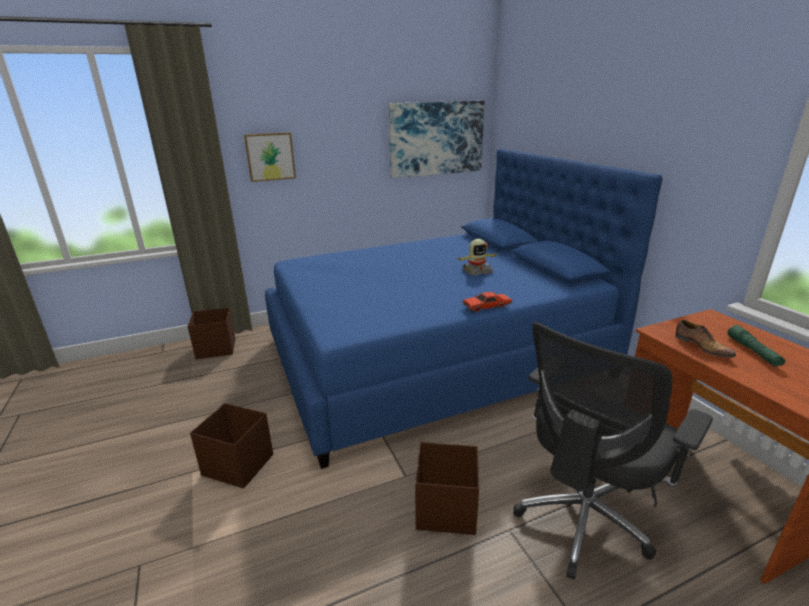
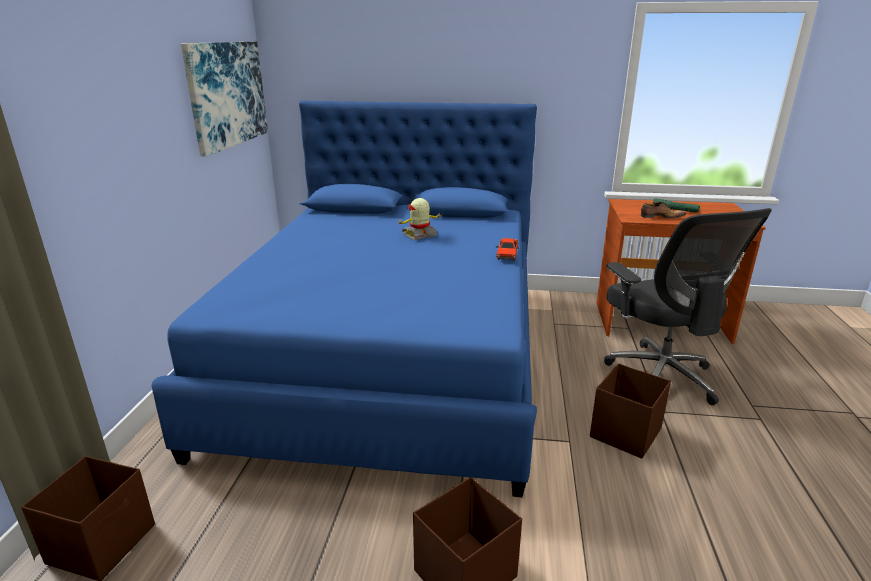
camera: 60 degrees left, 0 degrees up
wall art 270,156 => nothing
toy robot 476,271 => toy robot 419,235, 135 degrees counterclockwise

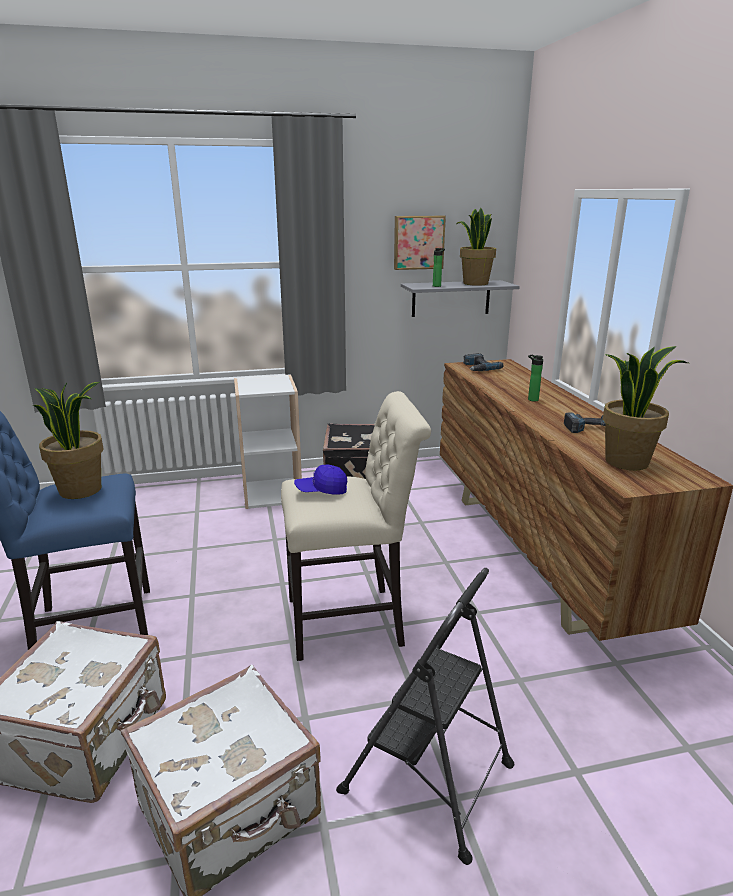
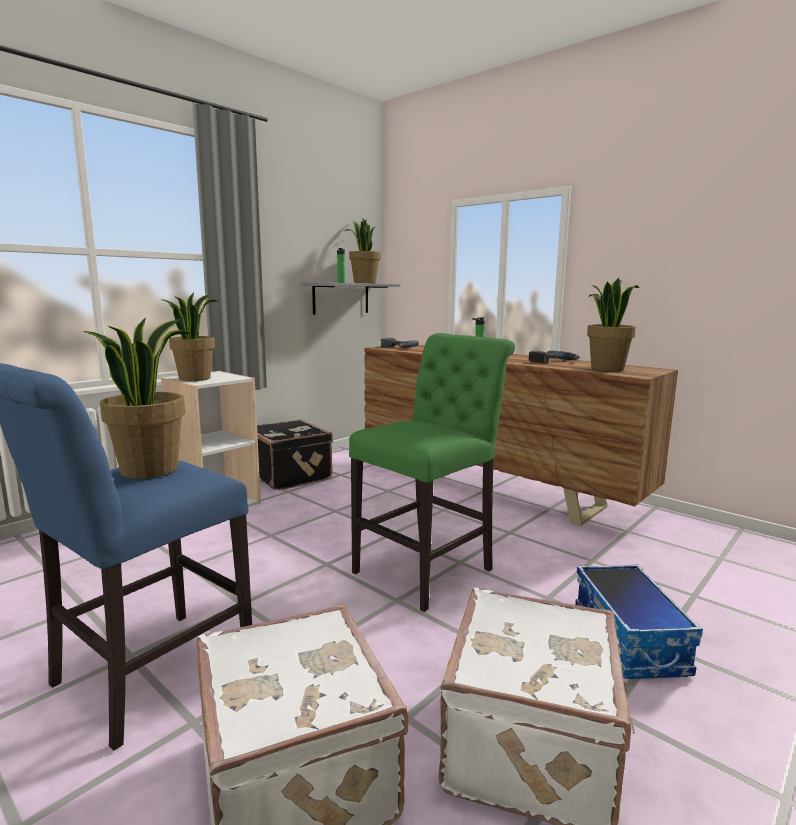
camera: 35 degrees left, 10 degrees down
wall art 418,242 => nothing
stool/beige-coloured 352,622 => stool/greenish 429,569
cap/blue-coloured 321,490 => nothing
stepladder/blackish 431,779 => storage box 630,640
nothing => plant in a pot 195,378

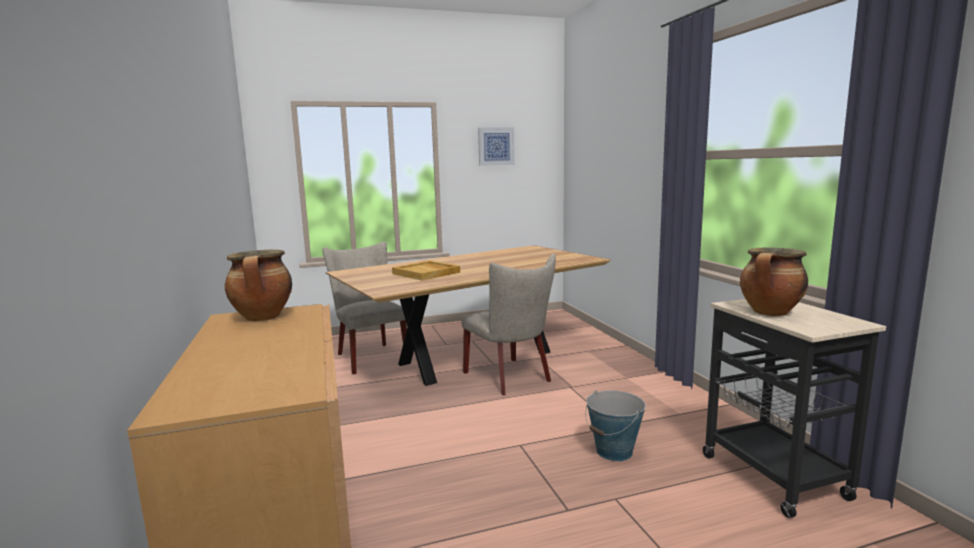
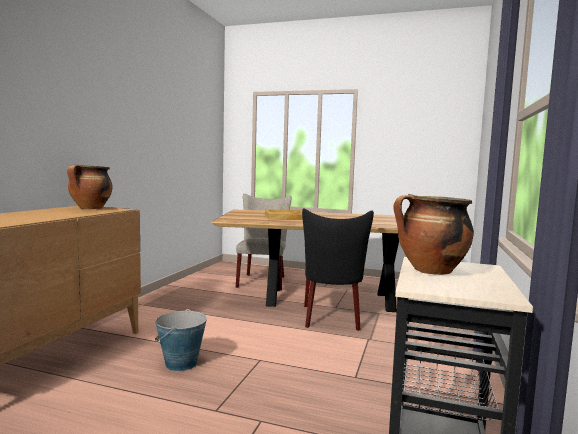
camera: 35 degrees right, 5 degrees down
wall art 496,146 => nothing
upright chair/beige-coloured 511,378 => upright chair/blackish 332,319
water bucket 614,451 => water bucket 181,363, relocated

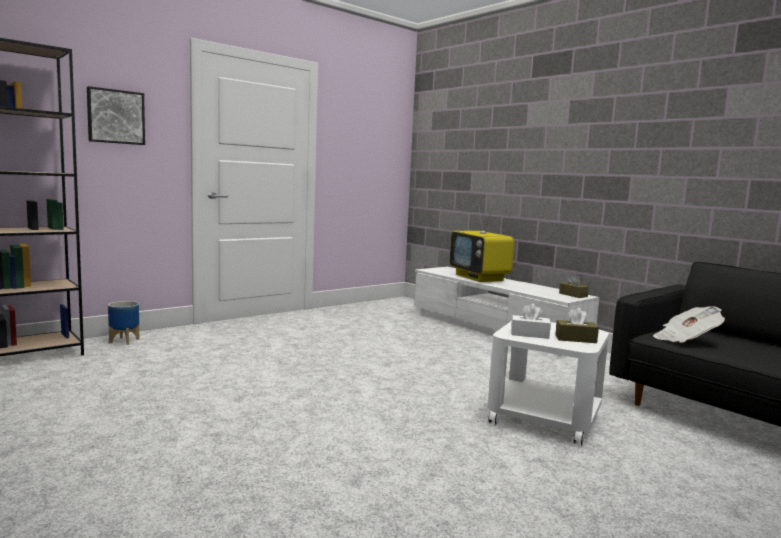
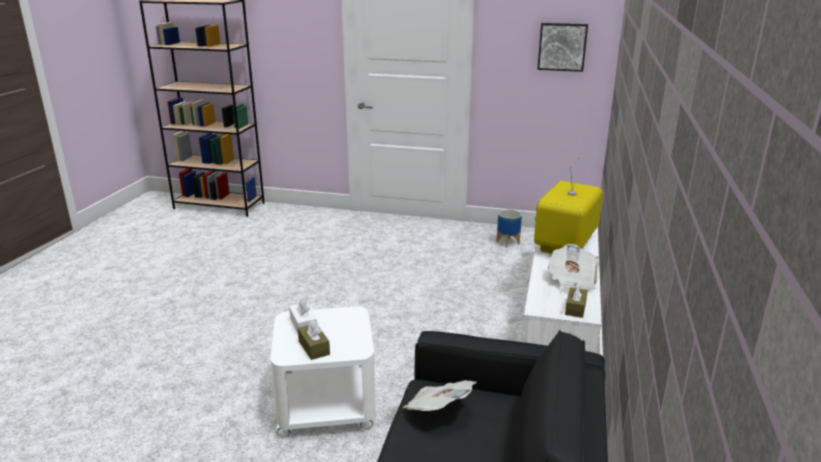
camera: 55 degrees right, 15 degrees up
wall art 115,116 => wall art 562,46, relocated
flower pot 124,341 => flower pot 508,242, relocated
nothing => daily paper 572,282

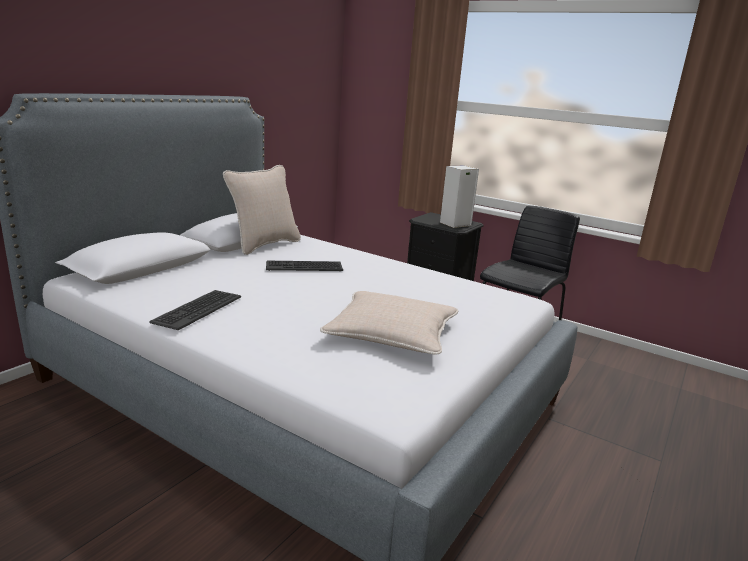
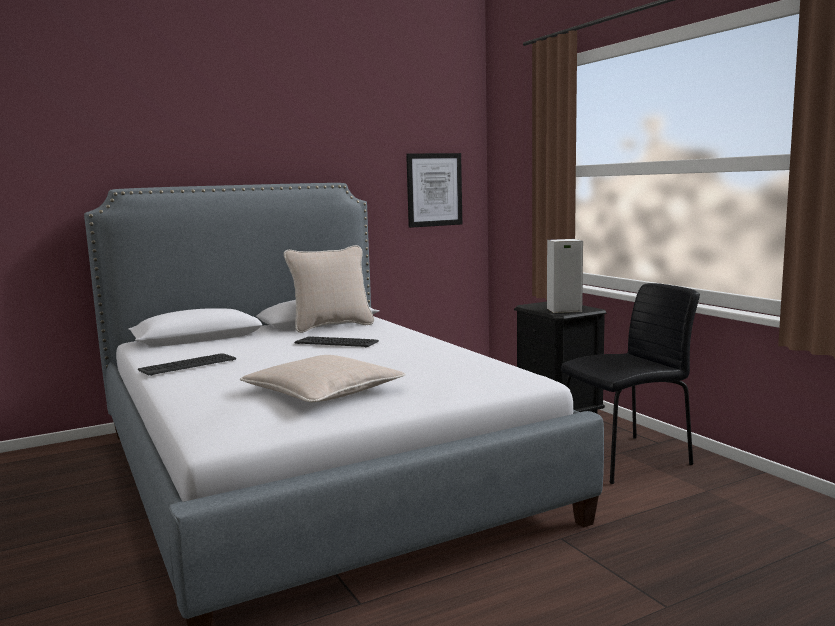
camera: 30 degrees right, 10 degrees down
nothing => wall art 434,190

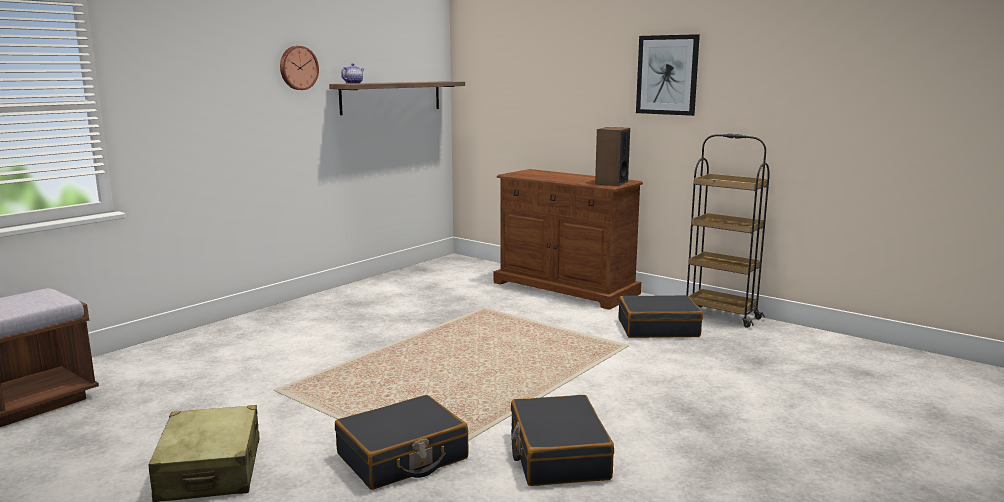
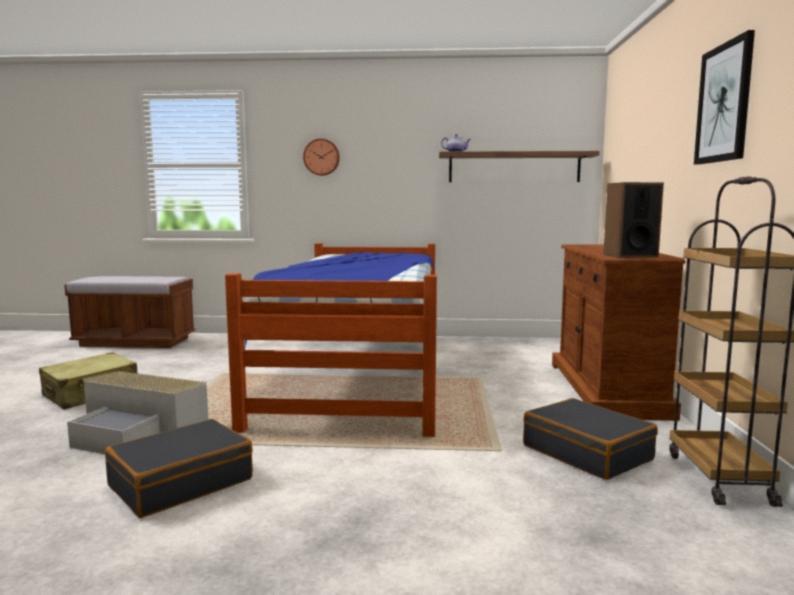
camera: 55 degrees right, 5 degrees down
wall clock 298,68 => wall clock 321,157, relocated
suitcase/blackish 402,457 => storage box/grey 139,431
nothing => bed 357,372

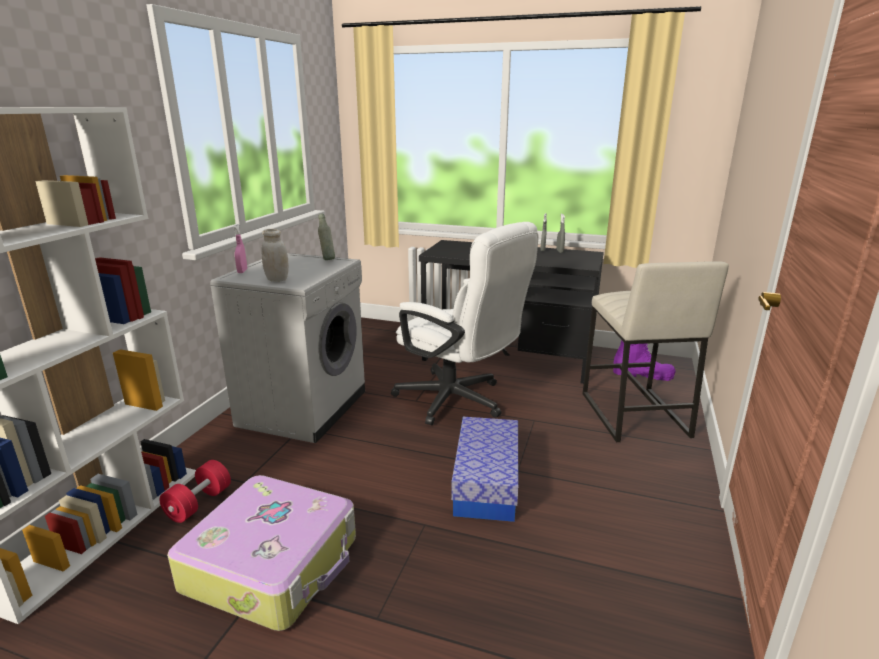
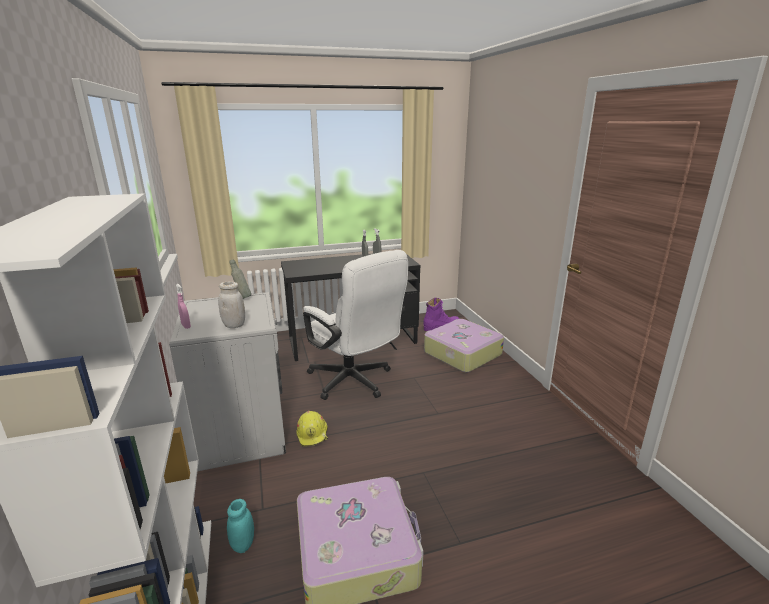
camera: 35 degrees left, 0 degrees up
computer chair/white 459,402 => computer chair/white 355,382, 45 degrees clockwise
stool/beige-coloured 634,414 => suitcase 461,353
storage box 486,483 => nothing
dumbbell/red-coloured 199,503 => jar/blue-green 243,544
nothing => work helmet/yellowish 313,434

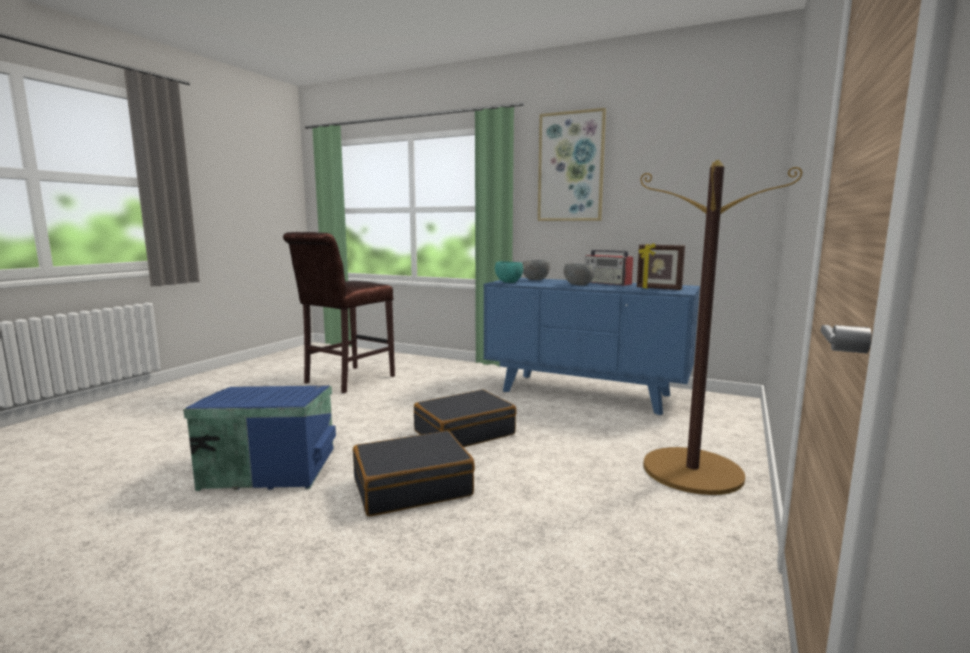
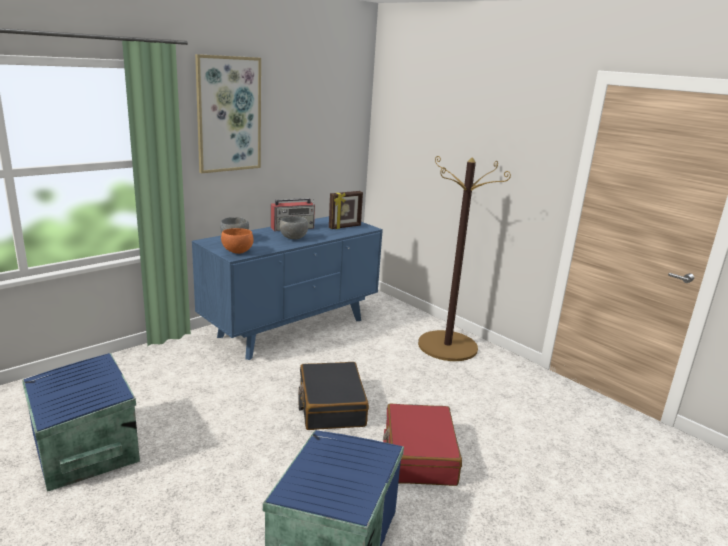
camera: 70 degrees left, 10 degrees up
stool/brownish 345,380 => storage box/blue-coloured 83,448
serving bowl/blue-green 508,282 => serving bowl/orangey 237,252
suitcase/blackish 412,487 => suitcase/red-coloured 418,455

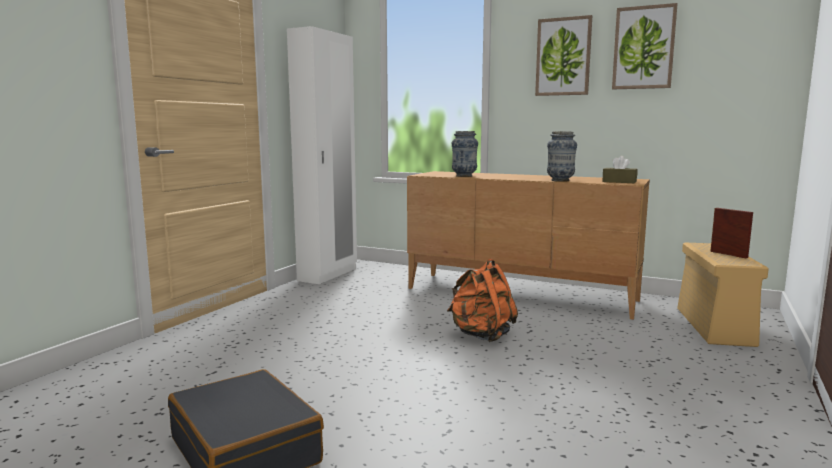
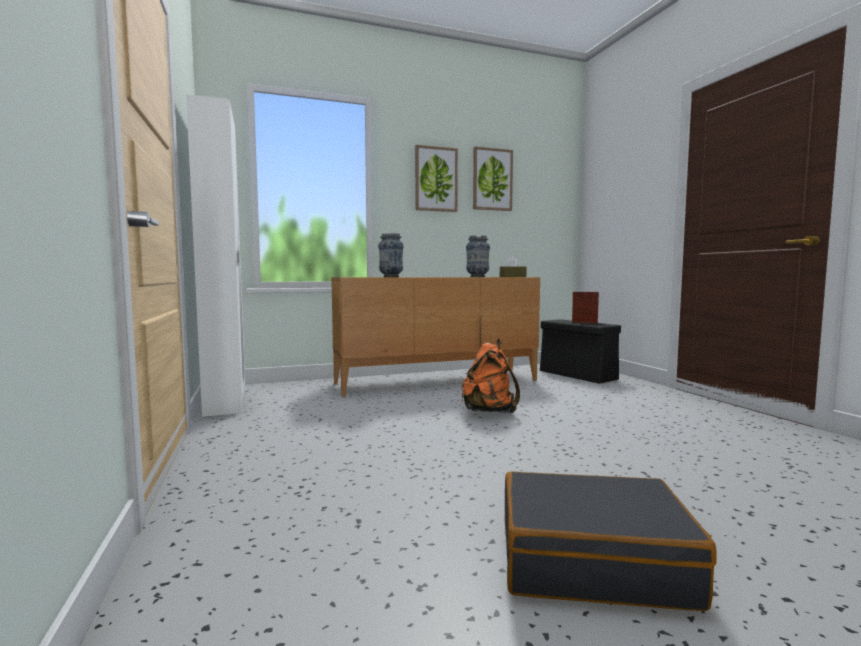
camera: 45 degrees left, 5 degrees down
storage box/beige-coloured 713,326 => storage box/blackish 576,374

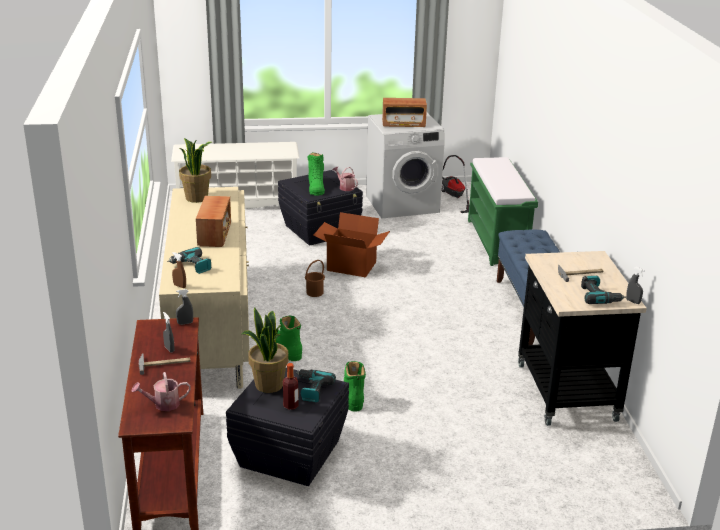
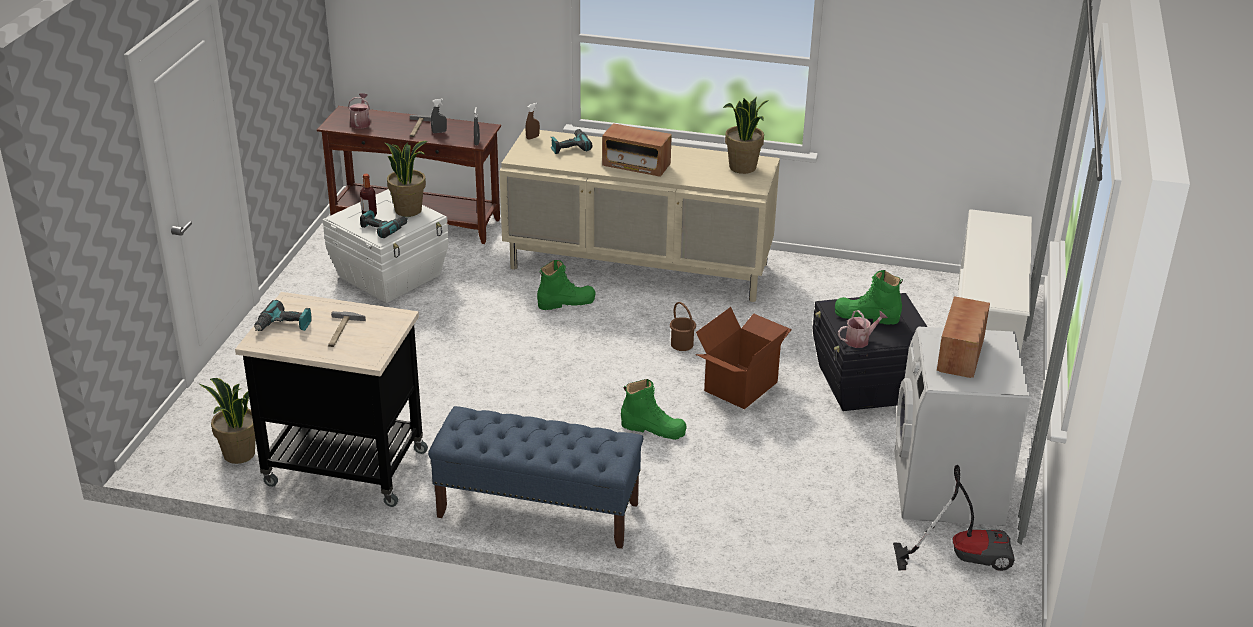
camera: 110 degrees right, 5 degrees up
bench/greenish 497,242 => nothing
sprayer/grey 633,301 => nothing
high-top boot/greenish 353,395 => high-top boot/greenish 653,428, relocated
storage box/blackish 289,453 => storage box/white 391,276
nothing => plant in a pot 238,454

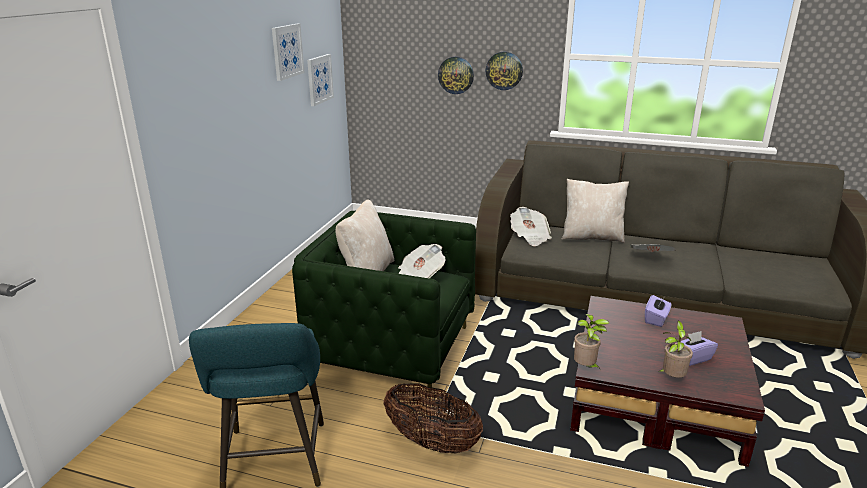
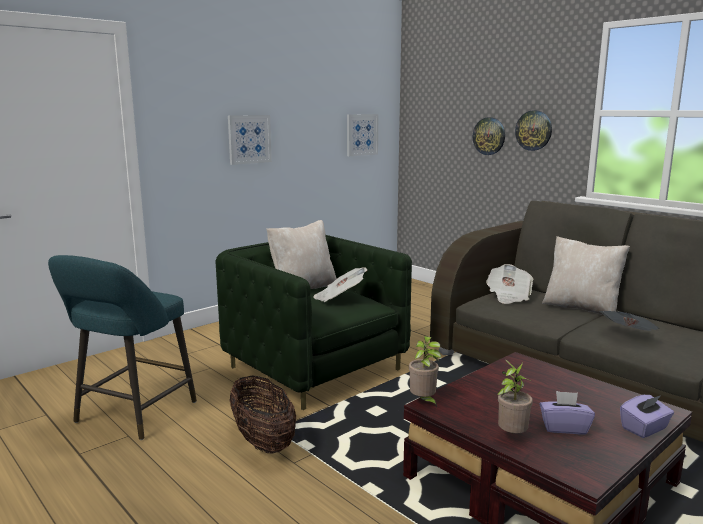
camera: 30 degrees right, 10 degrees down
wall art 287,51 => wall art 249,139, relocated
tissue box/purple 656,319 => tissue box/purple 644,429, relocated

